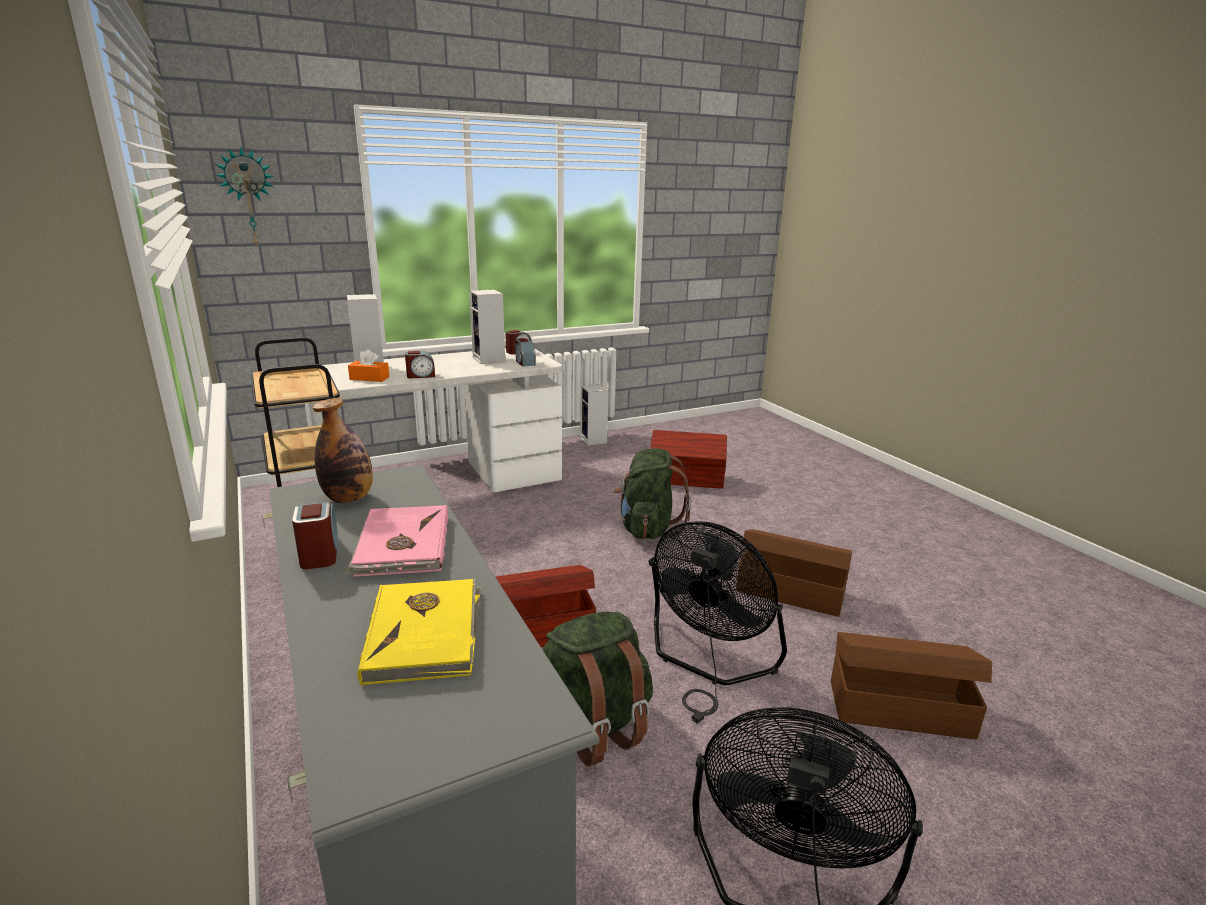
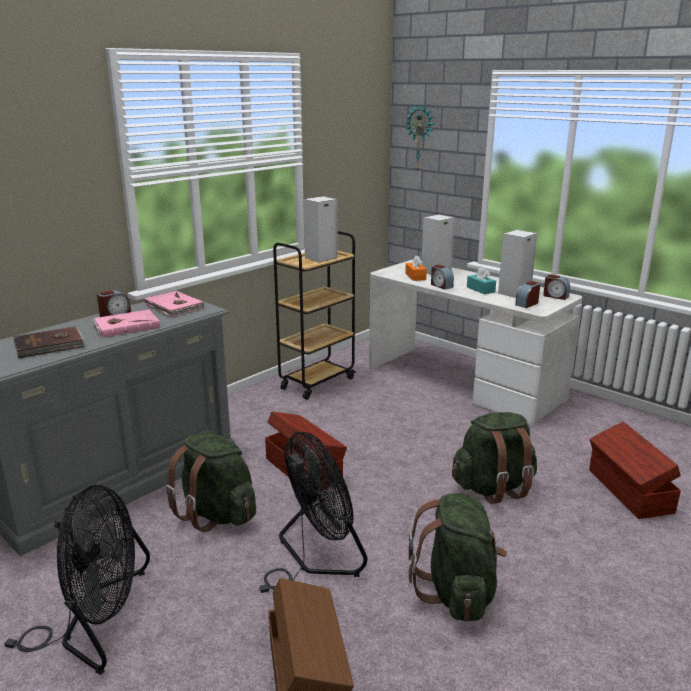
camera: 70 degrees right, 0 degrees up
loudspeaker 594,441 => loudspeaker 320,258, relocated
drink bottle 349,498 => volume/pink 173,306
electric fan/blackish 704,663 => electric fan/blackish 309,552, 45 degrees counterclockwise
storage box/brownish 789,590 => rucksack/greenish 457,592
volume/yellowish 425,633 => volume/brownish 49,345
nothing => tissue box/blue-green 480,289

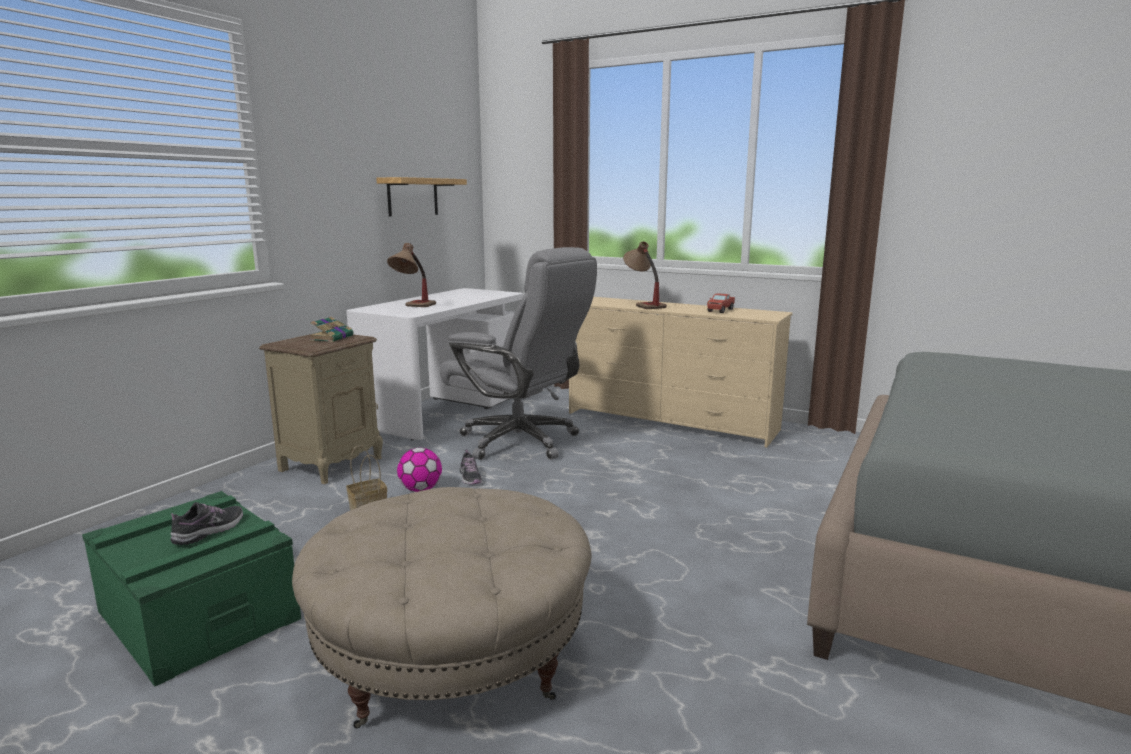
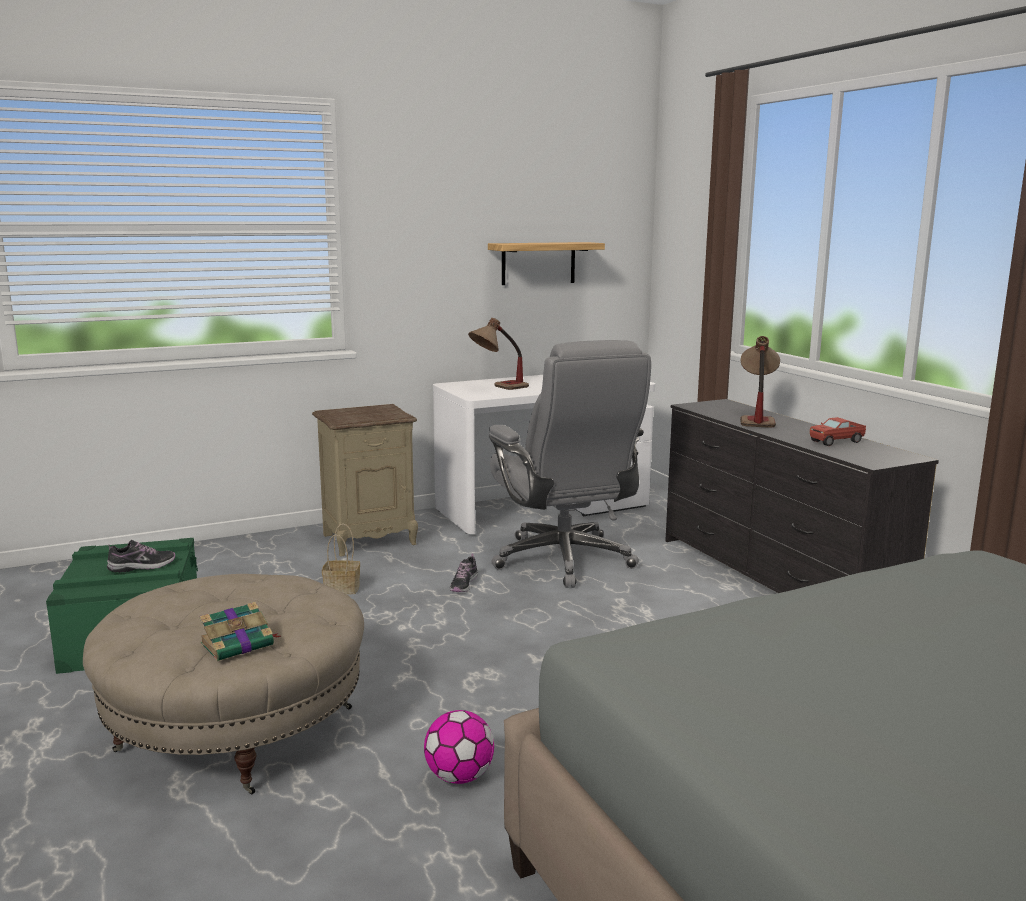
camera: 35 degrees right, 0 degrees up
dresser/beige-coloured 670,421 => dresser/blackish 774,580
volume 332,338 => volume 239,644, relocated
football 420,489 => football 459,777, relocated

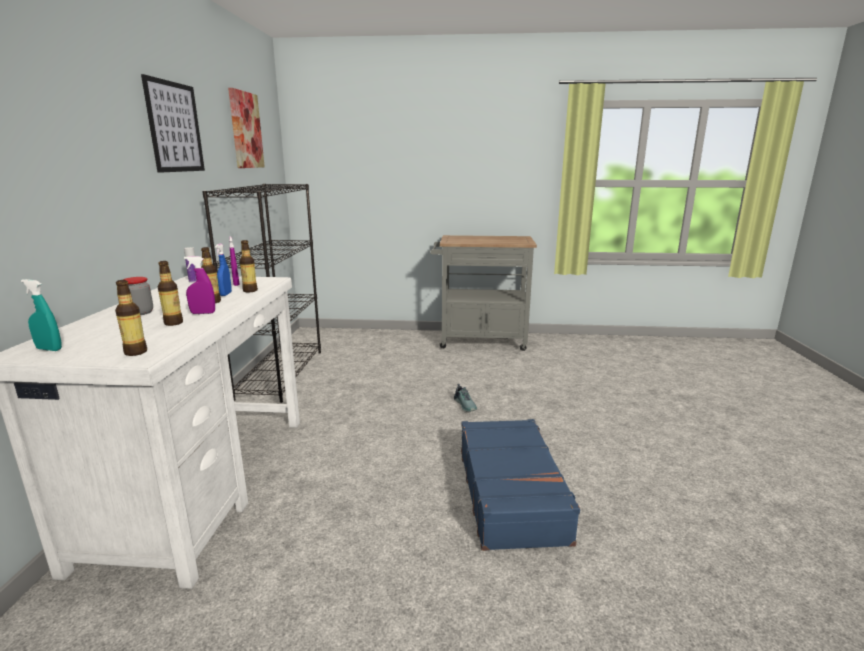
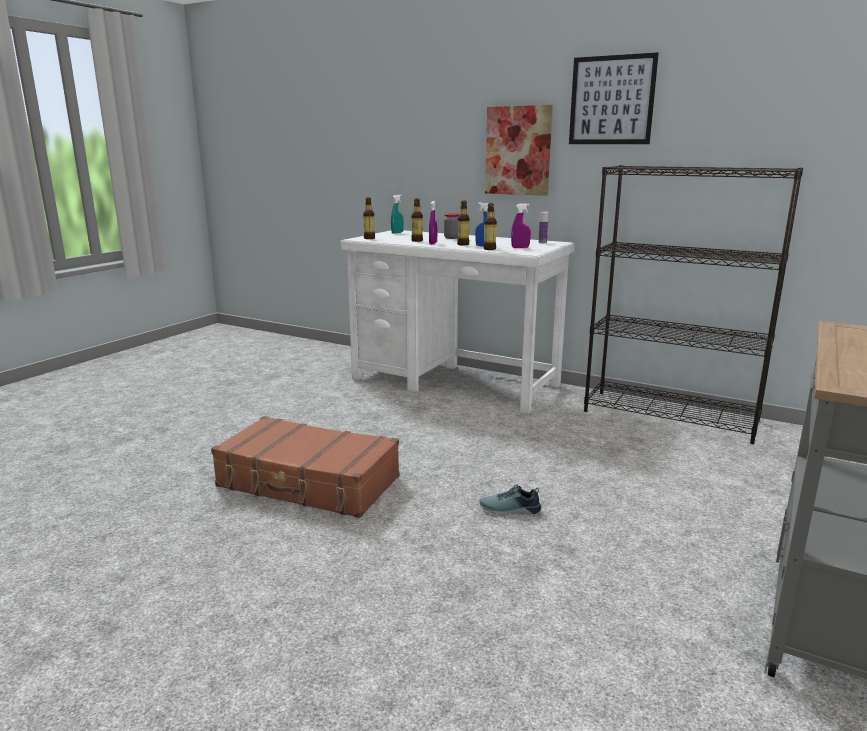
camera: 115 degrees right, 0 degrees up
wall art 245,130 => wall art 518,151, relocated
suitcase/blue-coloured 511,493 => suitcase/brownish 308,483

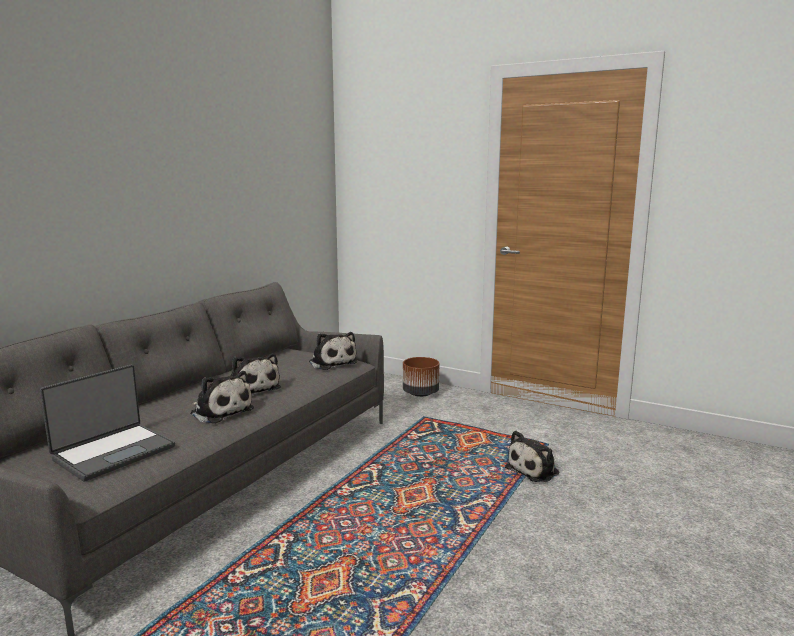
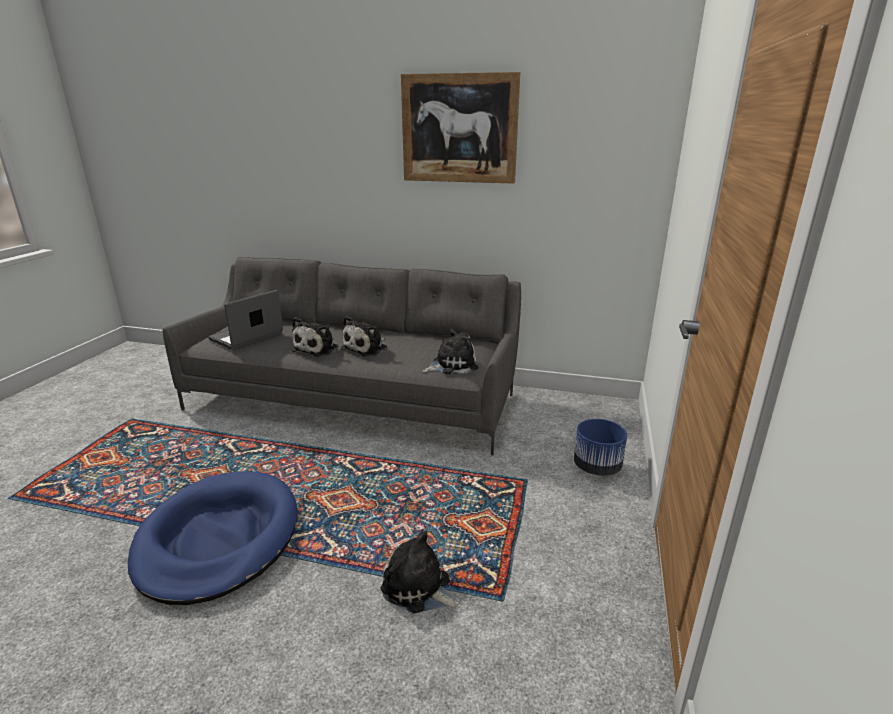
camera: 75 degrees right, 10 degrees up
cuddly toy 331,362 => cuddly toy 452,365, 150 degrees counterclockwise
flower pot/brownish 421,393 => flower pot/blue-coloured 597,467
portable computer 113,452 => portable computer 247,337, 105 degrees clockwise
nothing => wall art 459,129
nothing => dog cushion/blue-coloured 218,539

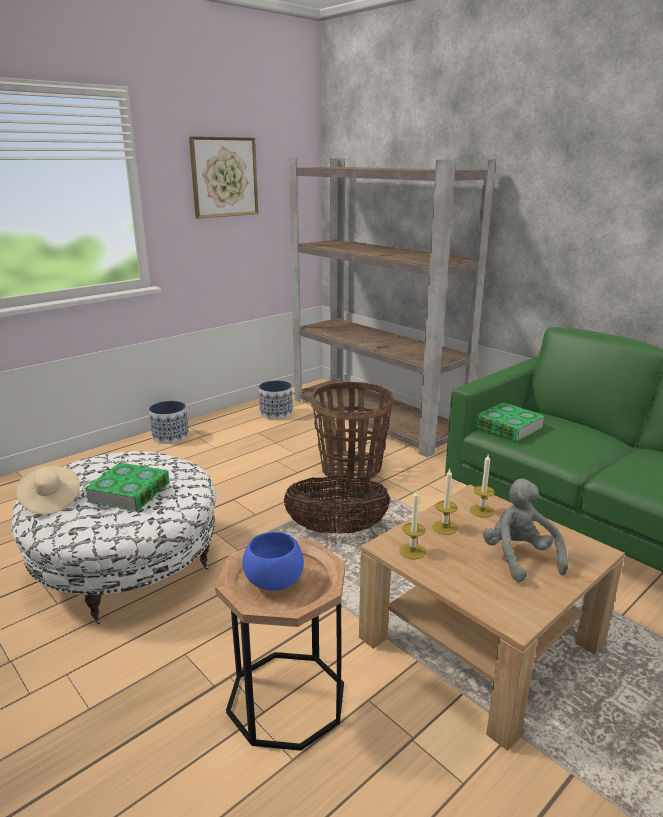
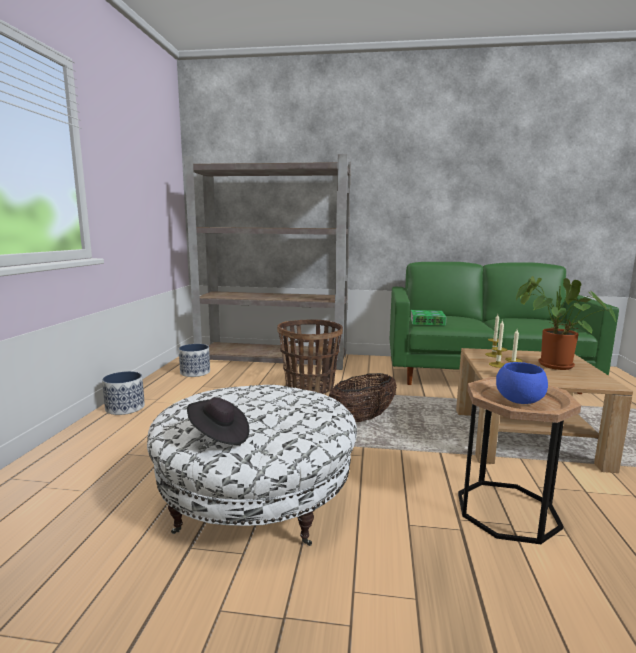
camera: 40 degrees left, 10 degrees down
wall art 224,177 => nothing
volume 129,492 => nothing
hat/beige-coloured 50,501 => hat/blackish 219,436
cuddly toy/grey 519,558 => plant in a pot 551,365

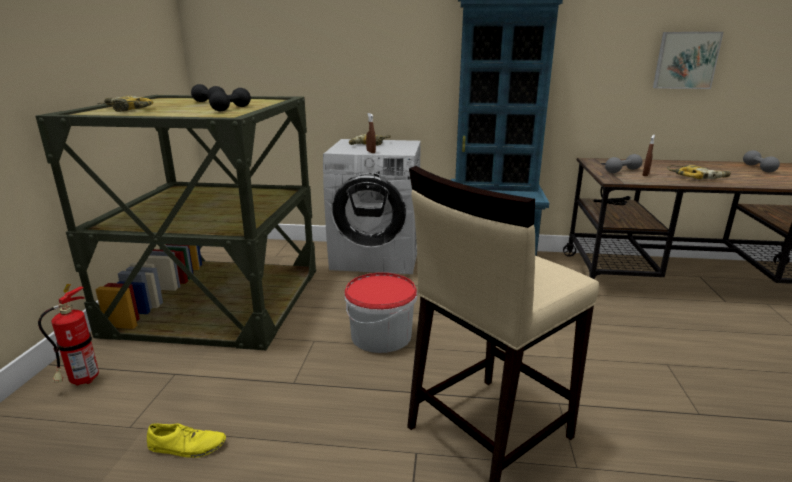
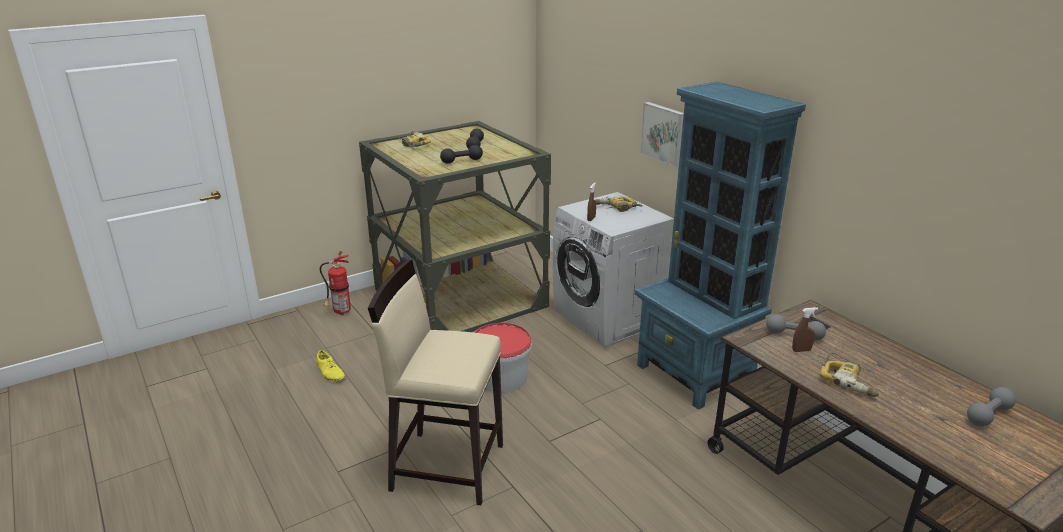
camera: 50 degrees right, 5 degrees up
wall art 685,60 => wall art 664,133, relocated

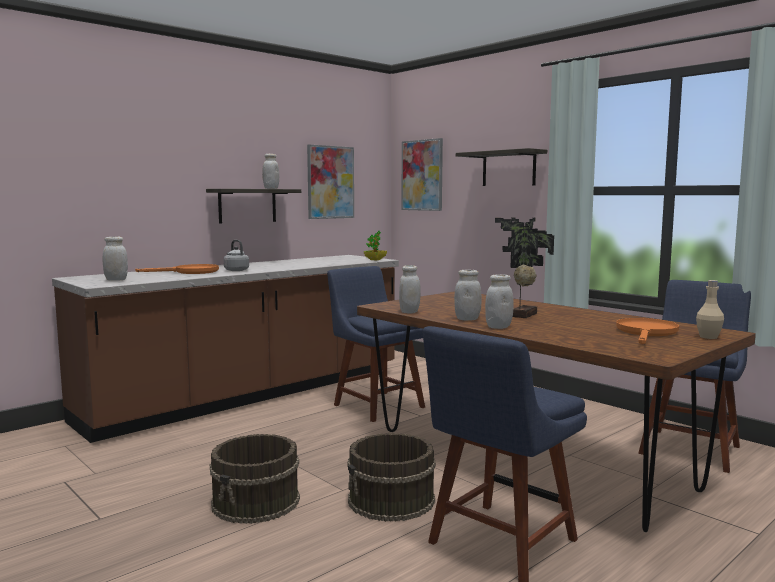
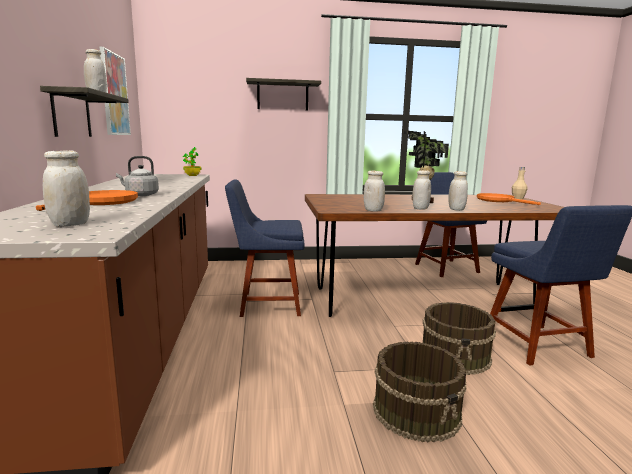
camera: 55 degrees left, 5 degrees up
wall art 422,175 => nothing

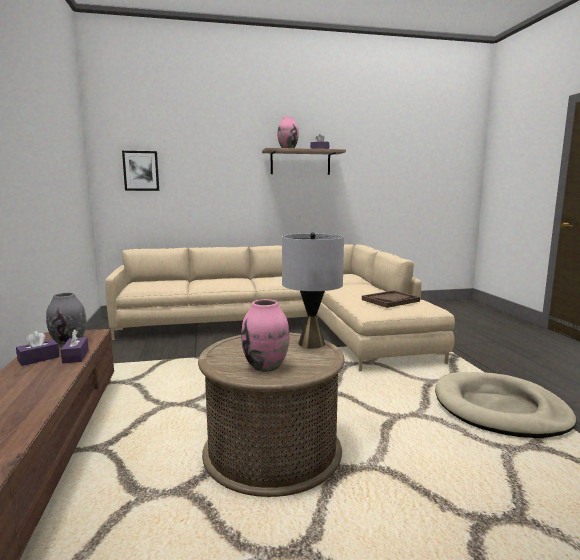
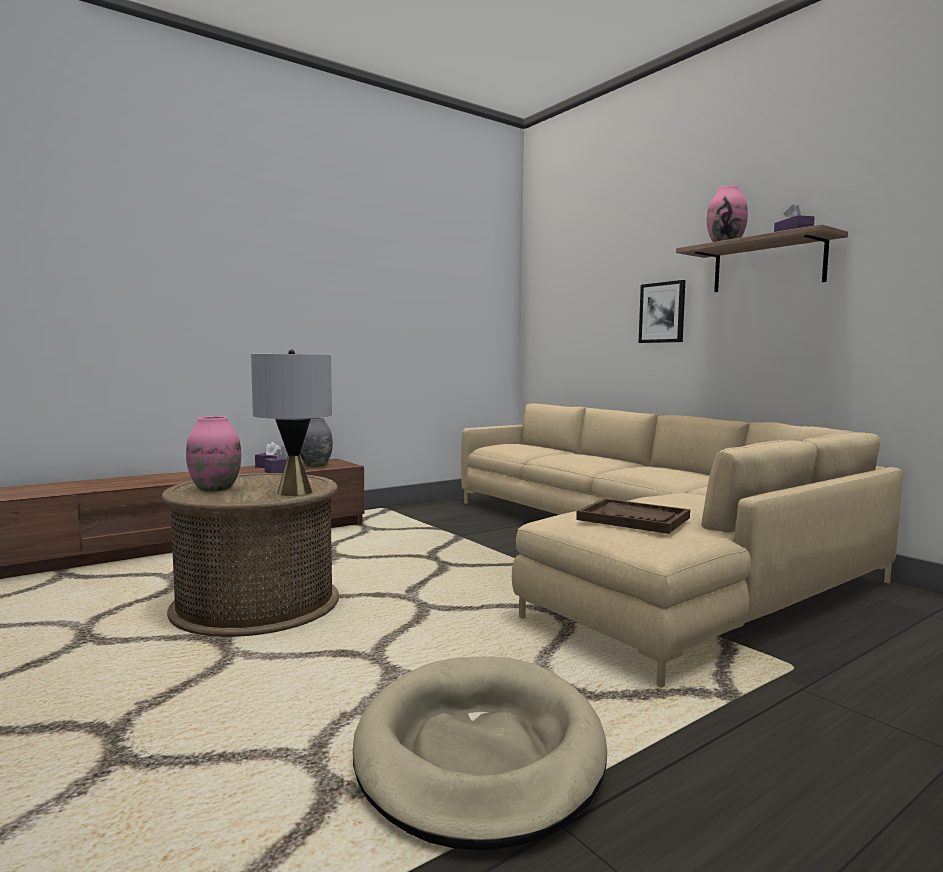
camera: 65 degrees right, 5 degrees down
wall art 141,171 => wall art 662,312, relocated

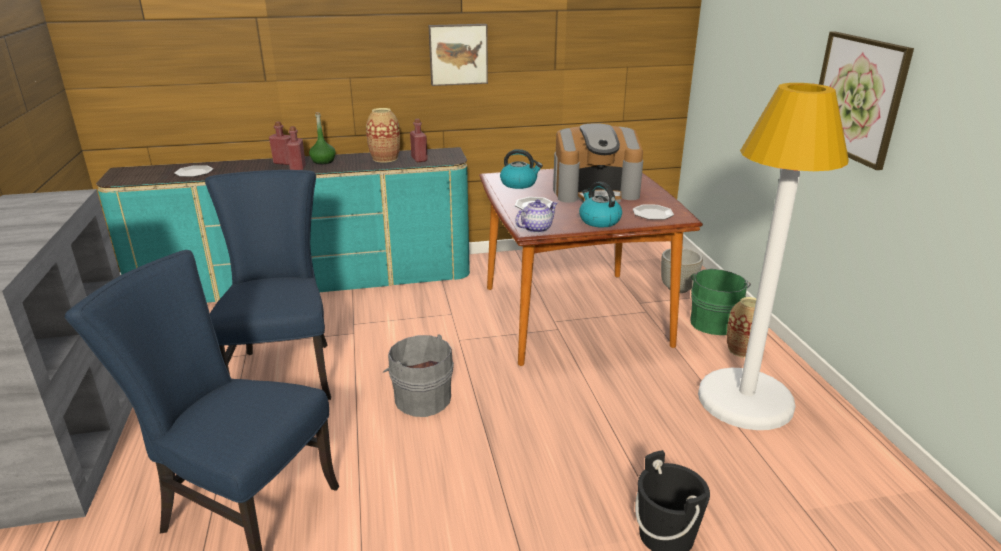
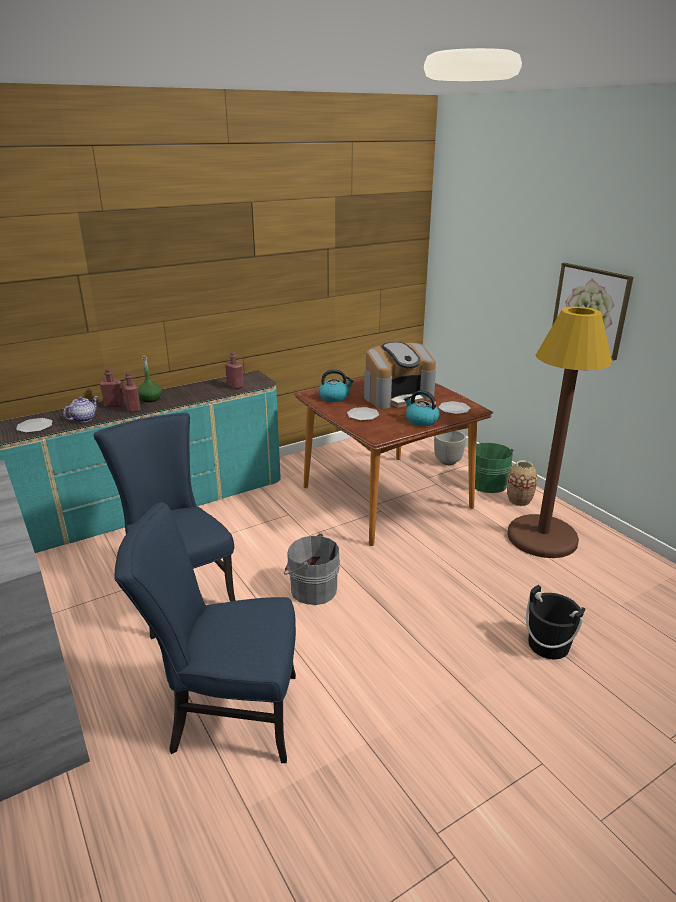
camera: 20 degrees left, 0 degrees up
wall art 458,54 => nothing
standard lamp/white 745,400 => standard lamp/brownish 542,537
vase 385,158 => nothing
pot for tea 536,228 => pot for tea 83,419, relocated

